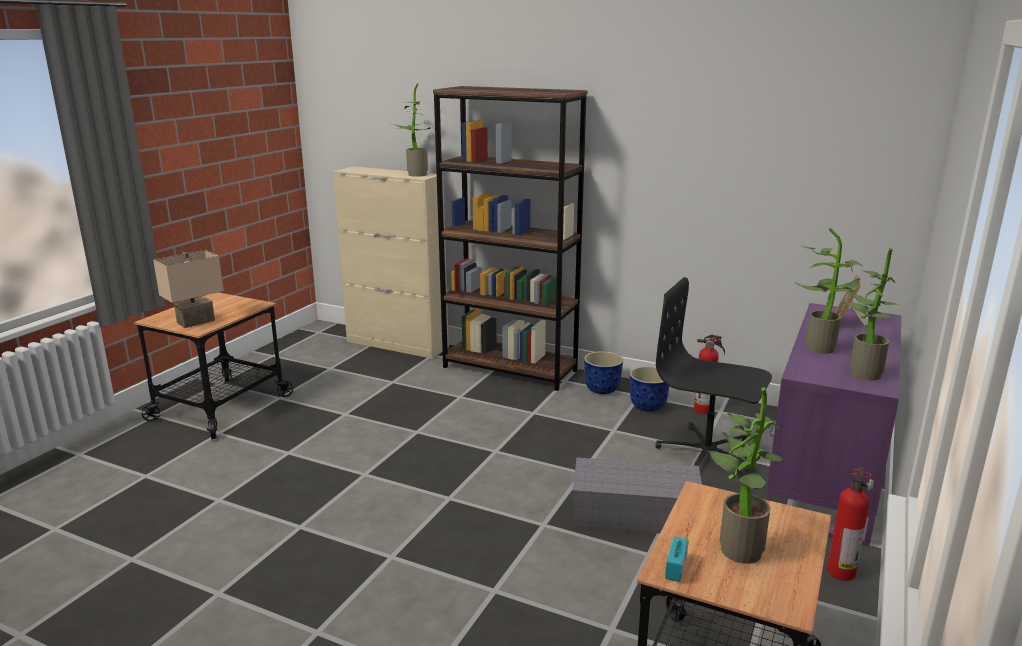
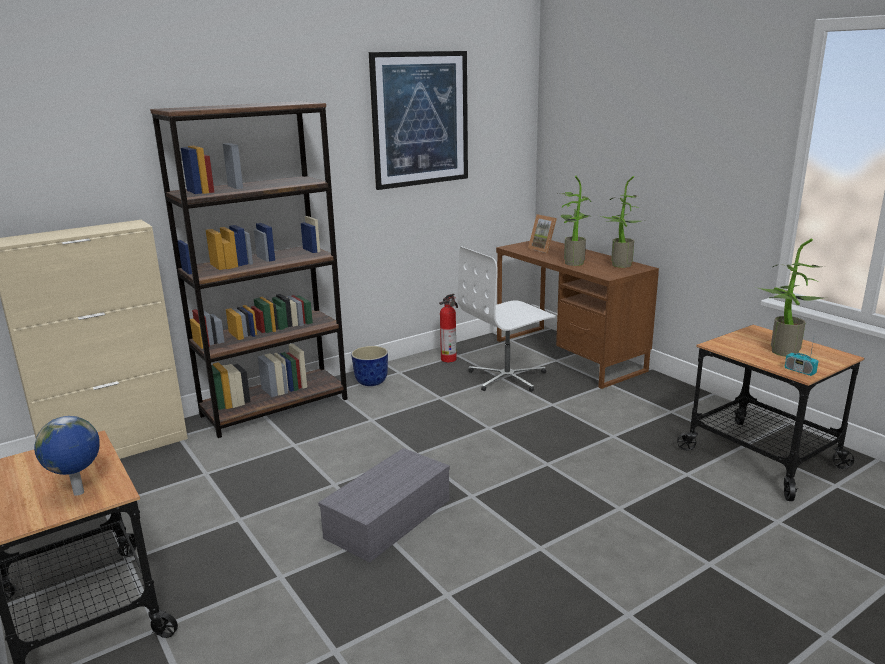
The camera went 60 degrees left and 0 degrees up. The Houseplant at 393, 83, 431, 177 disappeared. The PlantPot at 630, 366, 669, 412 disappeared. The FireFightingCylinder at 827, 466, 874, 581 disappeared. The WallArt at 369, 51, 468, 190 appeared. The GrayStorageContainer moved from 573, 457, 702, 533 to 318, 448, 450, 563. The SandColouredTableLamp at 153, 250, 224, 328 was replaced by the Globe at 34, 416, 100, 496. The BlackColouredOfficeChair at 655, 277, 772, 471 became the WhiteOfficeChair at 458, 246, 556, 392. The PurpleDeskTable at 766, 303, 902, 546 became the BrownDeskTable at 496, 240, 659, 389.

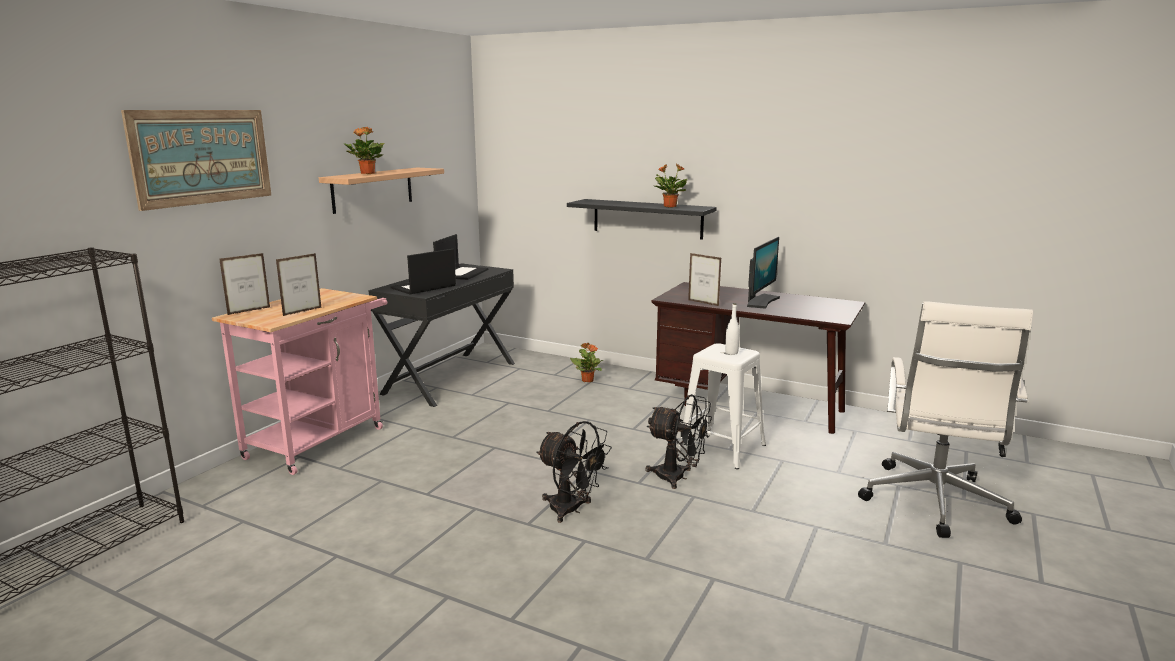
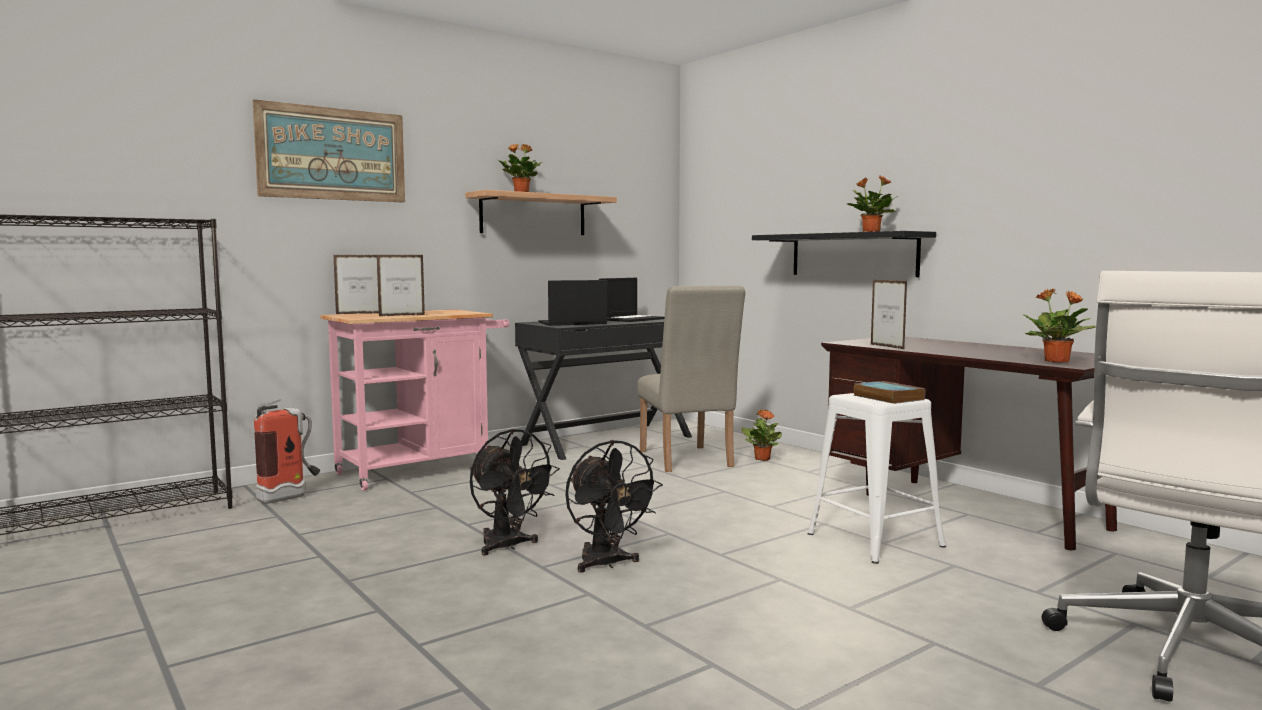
The camera went 25 degrees right and 10 degrees down. The Monitor at 747, 237, 780, 309 disappeared. The FireFightingCylinder at 254, 399, 320, 504 appeared. The SandColouredUprightChair at 637, 286, 745, 472 appeared. The Houseplant at 1023, 289, 1096, 363 appeared. The BlackColouredElectricFan moved from 645, 394, 712, 489 to 470, 429, 560, 555. The WhiteBeverageBottle at 725, 303, 740, 355 was replaced by the Book at 853, 381, 925, 404.

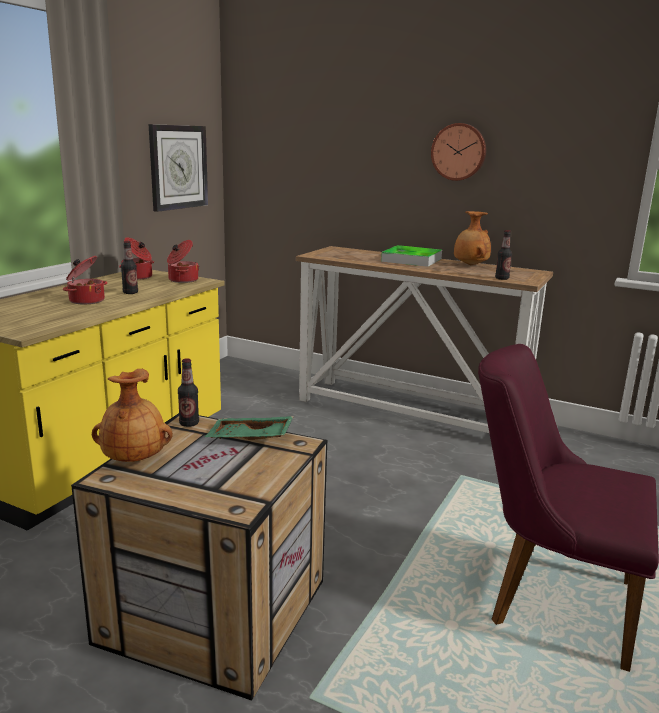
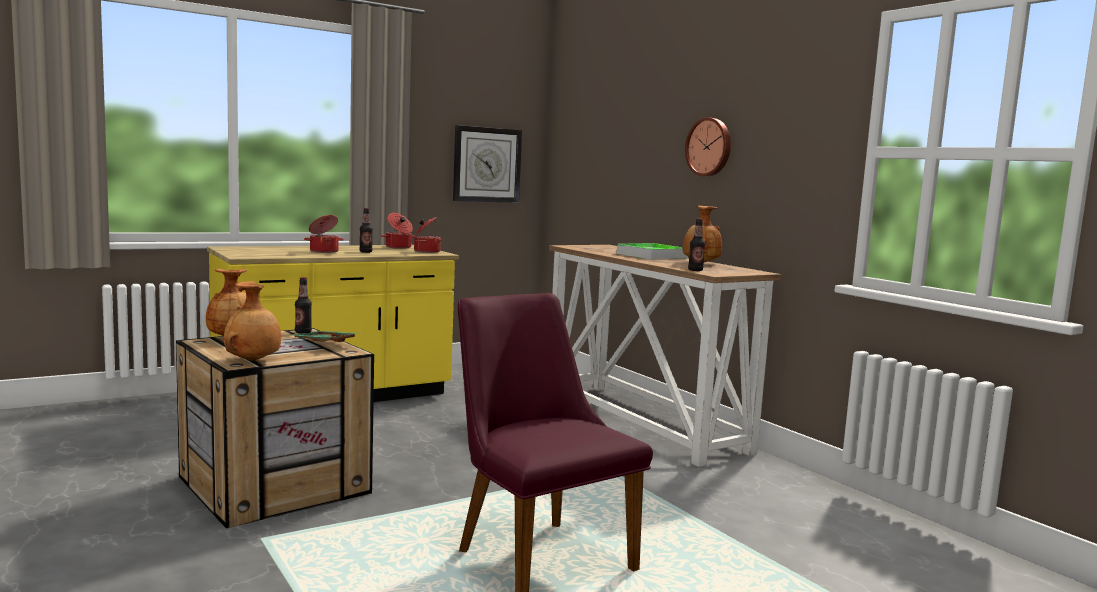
The camera went 30 degrees right and 10 degrees down. The BrownVase at 224, 281, 281, 361 appeared.

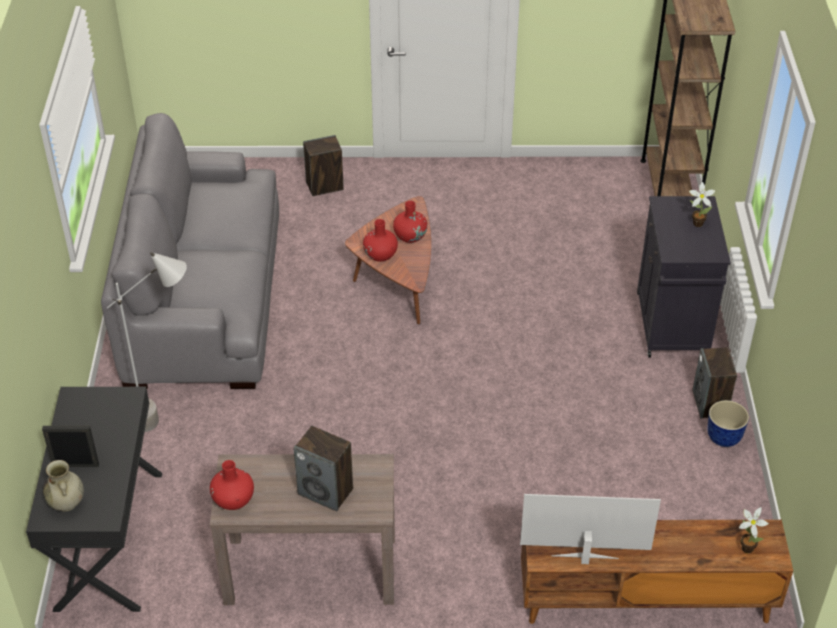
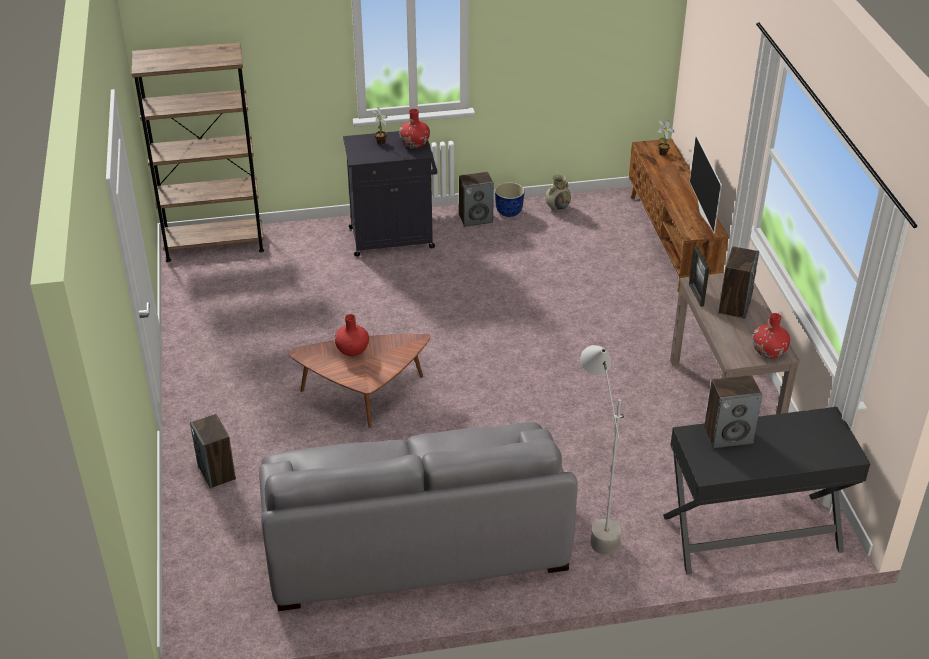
The camera went 100 degrees left and 5 degrees down. The Loudspeaker at 704, 375, 762, 448 appeared. The PhotoFrame moved from 42, 426, 99, 467 to 689, 246, 710, 307. The SandColouredVase moved from 43, 460, 84, 511 to 545, 175, 571, 212. The RedVase moved from 363, 219, 398, 262 to 399, 109, 430, 149.

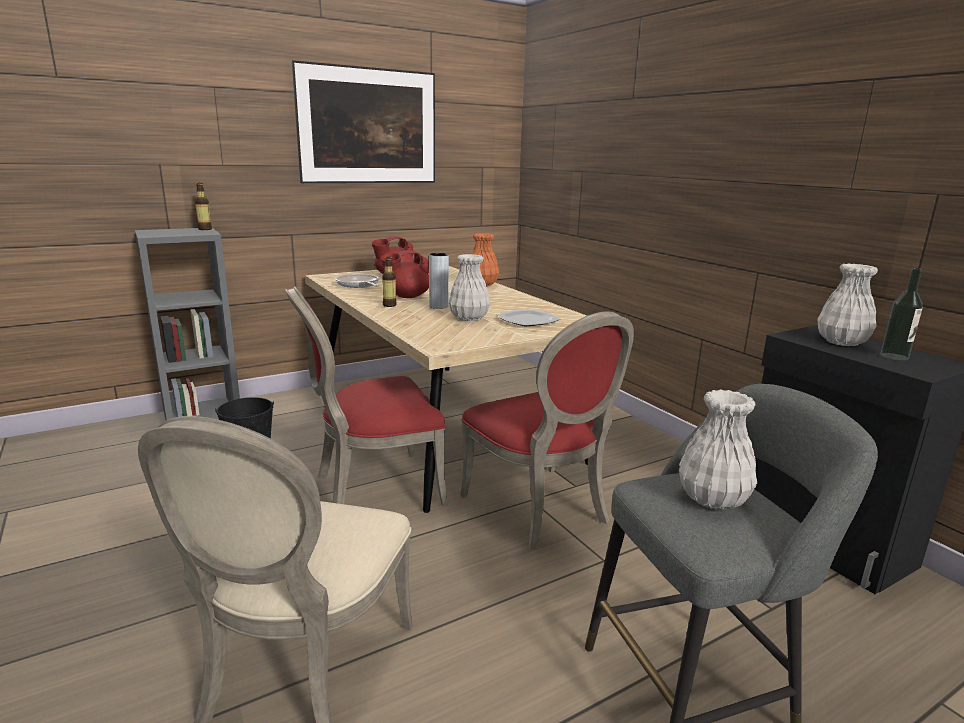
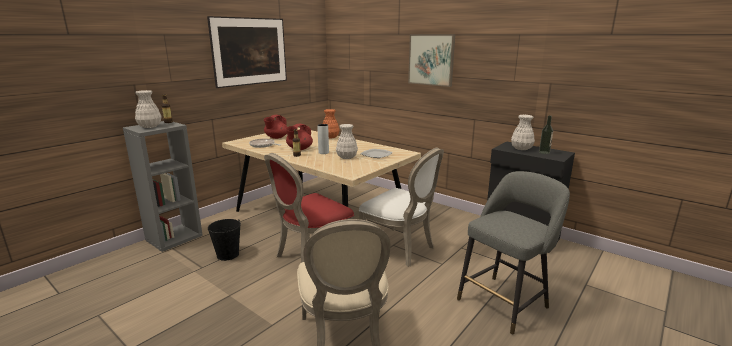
The camera went 20 degrees left and 0 degrees up. The WallArt at 408, 34, 455, 87 appeared. The WhiteVase moved from 679, 389, 757, 510 to 135, 90, 162, 128. The RedUprightChair at 460, 311, 634, 549 became the WhiteUprightChair at 359, 148, 444, 267.

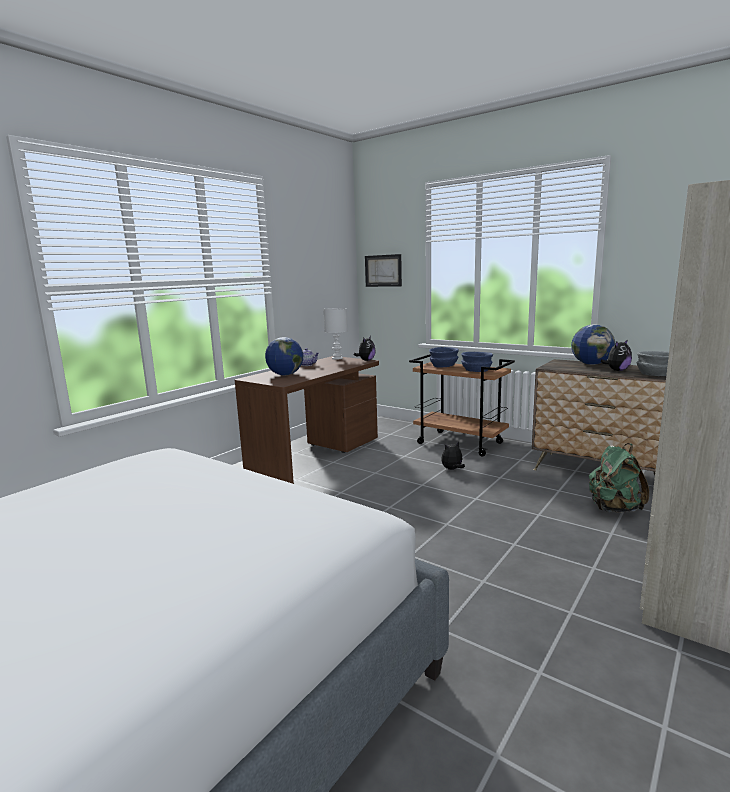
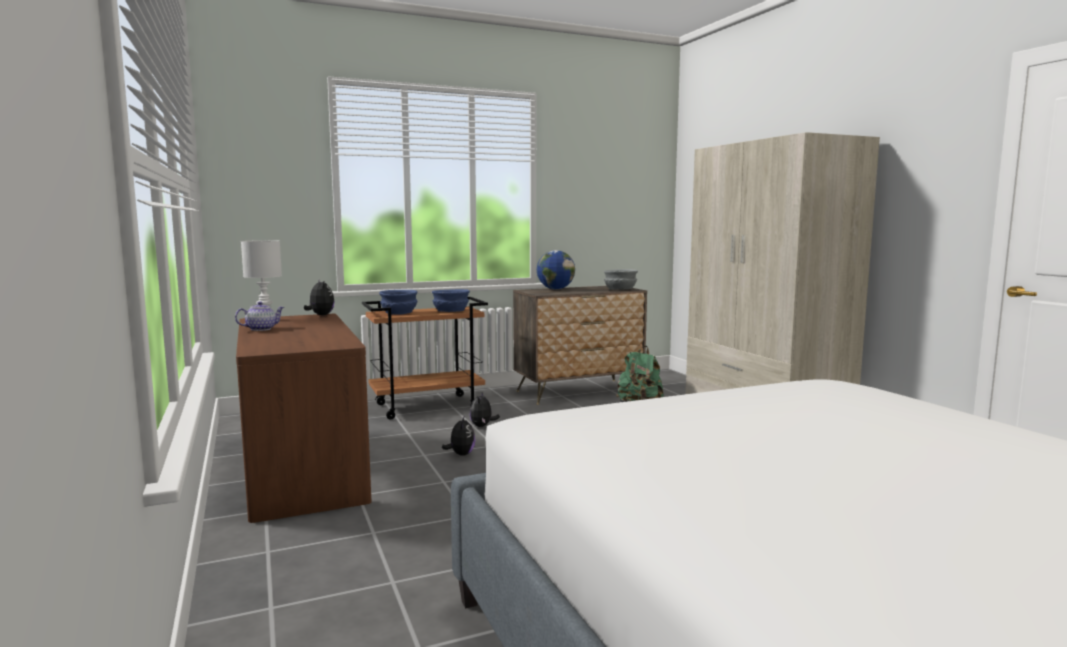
The camera went 60 degrees left and 5 degrees down. The Globe at 265, 337, 303, 376 disappeared. The WallArt at 365, 254, 402, 287 disappeared. The PlushToy moved from 600, 339, 632, 371 to 442, 417, 476, 456.

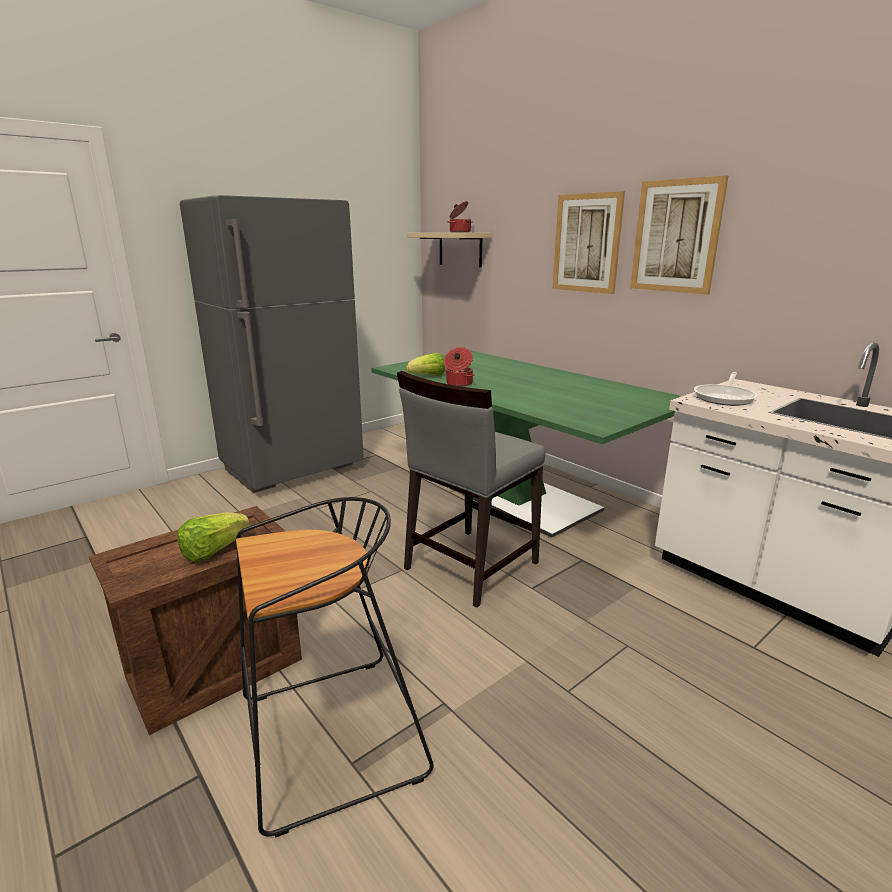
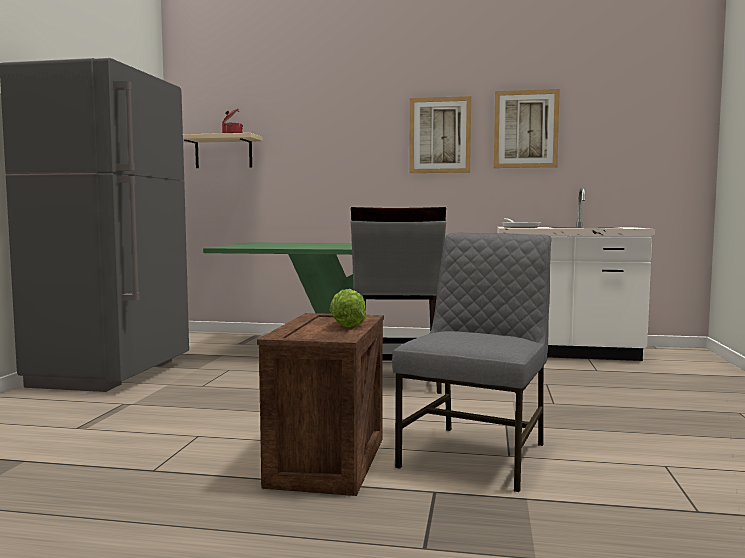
The camera went 40 degrees left and 15 degrees down. The Lettuce at 406, 353, 445, 376 disappeared. The CookingPot at 444, 347, 475, 387 disappeared. The WallArt moved from 552, 191, 625, 294 to 494, 89, 560, 168. The BlackColouredStool at 236, 497, 434, 838 was replaced by the GrayUprightChair at 392, 232, 551, 492.

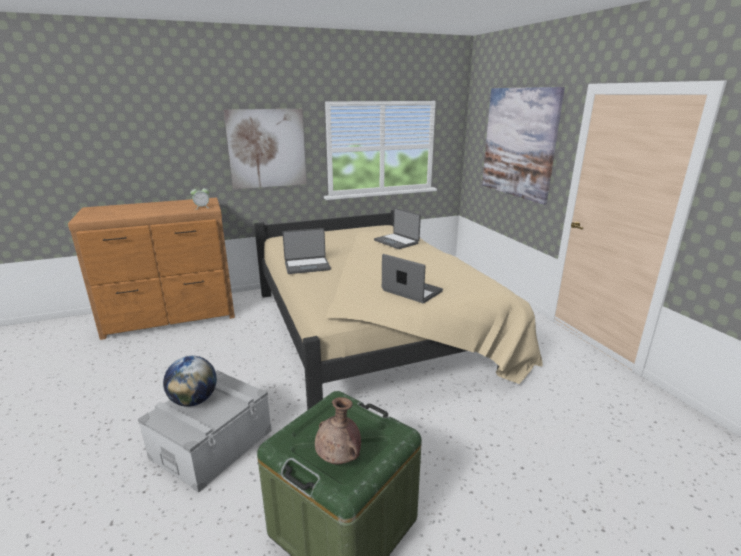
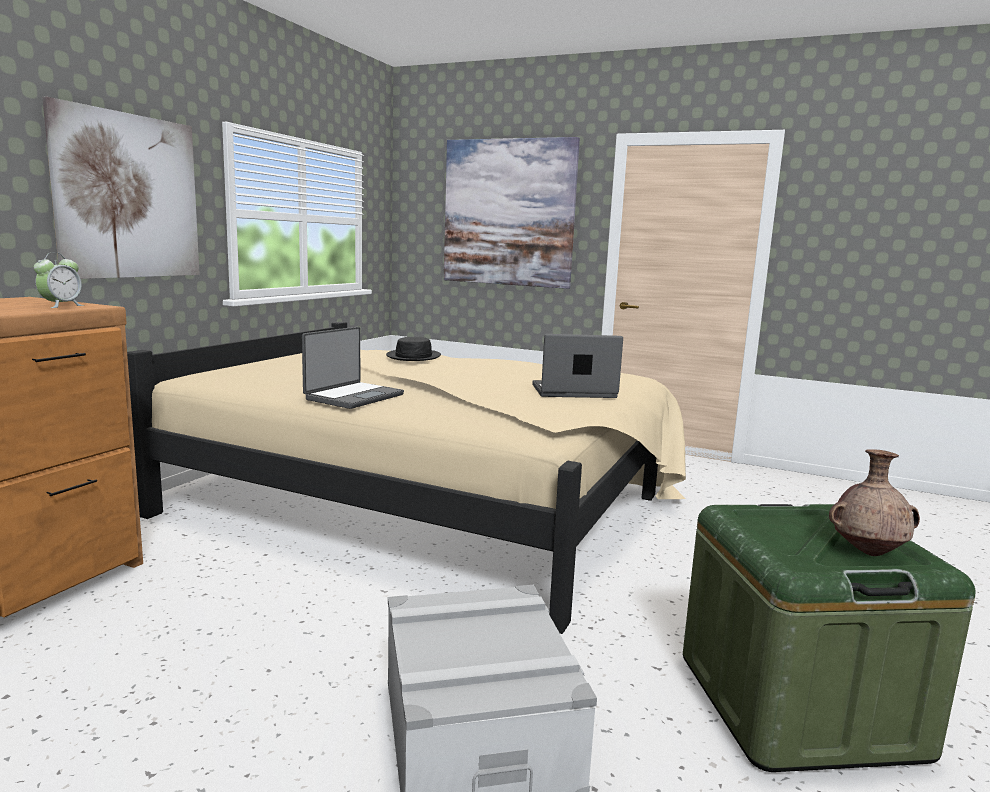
The camera went 45 degrees left and 10 degrees down. The Globe at 163, 356, 217, 407 disappeared. The NotebookComputer at 374, 208, 421, 249 was replaced by the BlackColouredWearableHat at 386, 337, 441, 361.

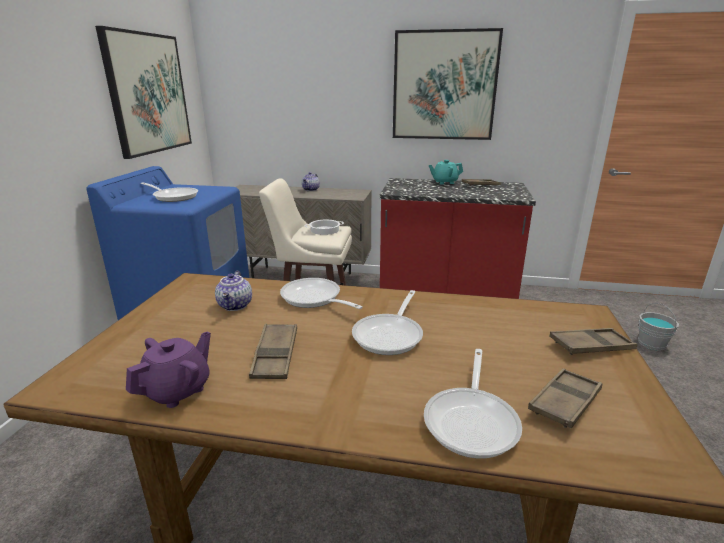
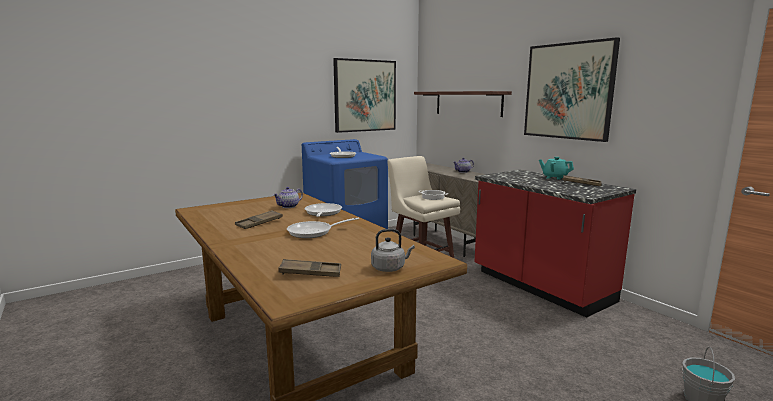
The camera went 45 degrees right and 10 degrees down. The PurplePotForTea at 126, 331, 211, 408 disappeared. The FryingPan at 424, 349, 522, 459 disappeared. The Shelf at 414, 91, 512, 117 appeared. The BrownCarryingTray at 550, 328, 637, 355 was replaced by the GrayWaterKettle at 371, 229, 415, 272.

